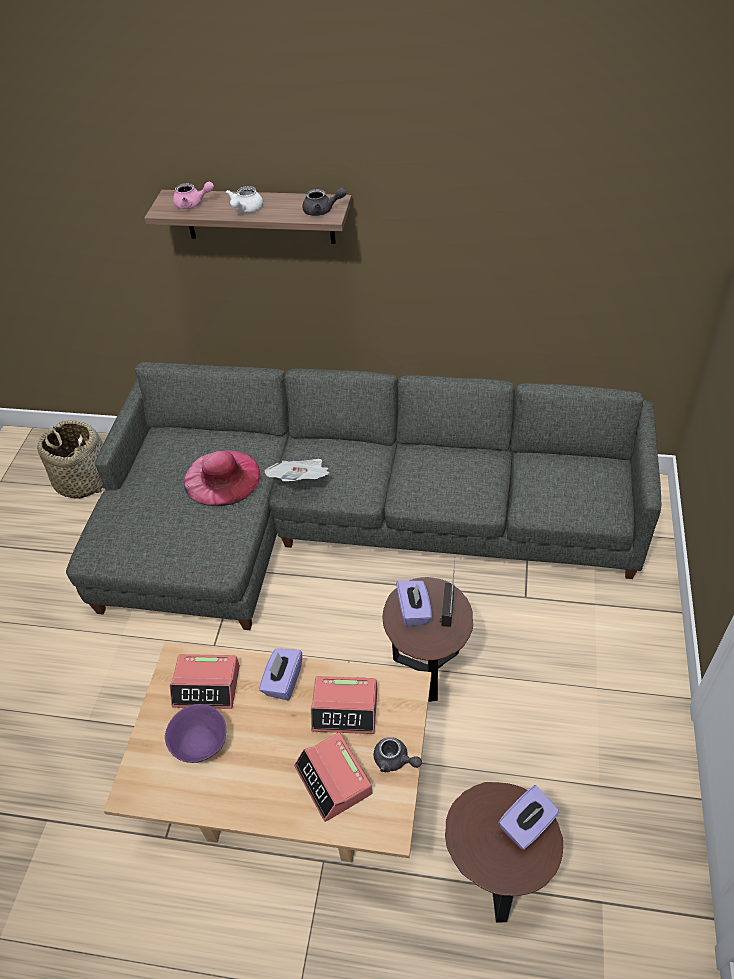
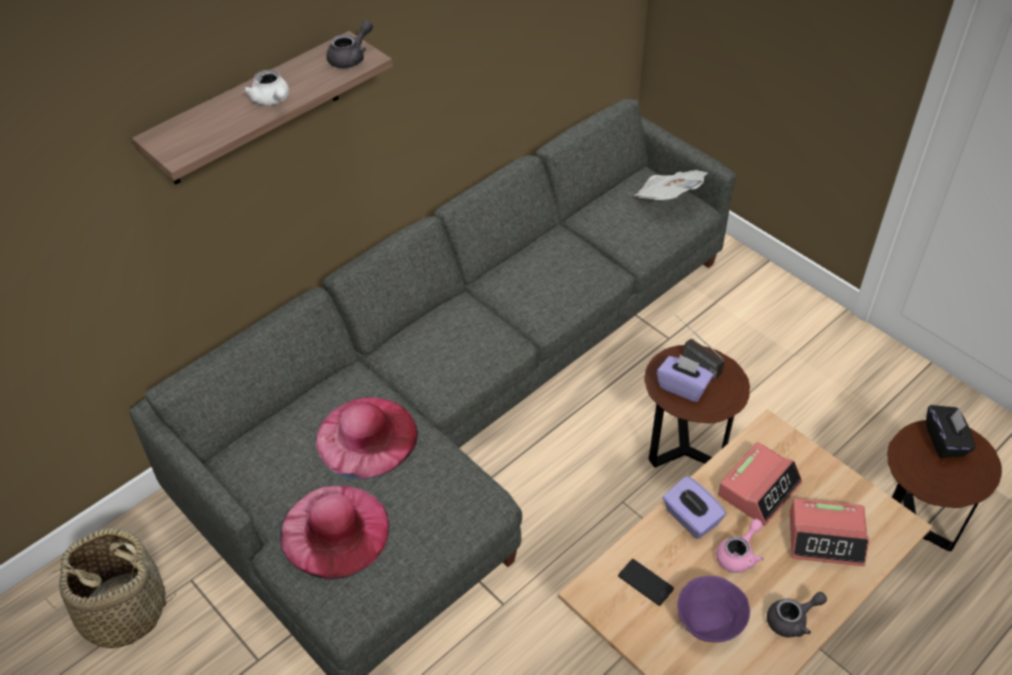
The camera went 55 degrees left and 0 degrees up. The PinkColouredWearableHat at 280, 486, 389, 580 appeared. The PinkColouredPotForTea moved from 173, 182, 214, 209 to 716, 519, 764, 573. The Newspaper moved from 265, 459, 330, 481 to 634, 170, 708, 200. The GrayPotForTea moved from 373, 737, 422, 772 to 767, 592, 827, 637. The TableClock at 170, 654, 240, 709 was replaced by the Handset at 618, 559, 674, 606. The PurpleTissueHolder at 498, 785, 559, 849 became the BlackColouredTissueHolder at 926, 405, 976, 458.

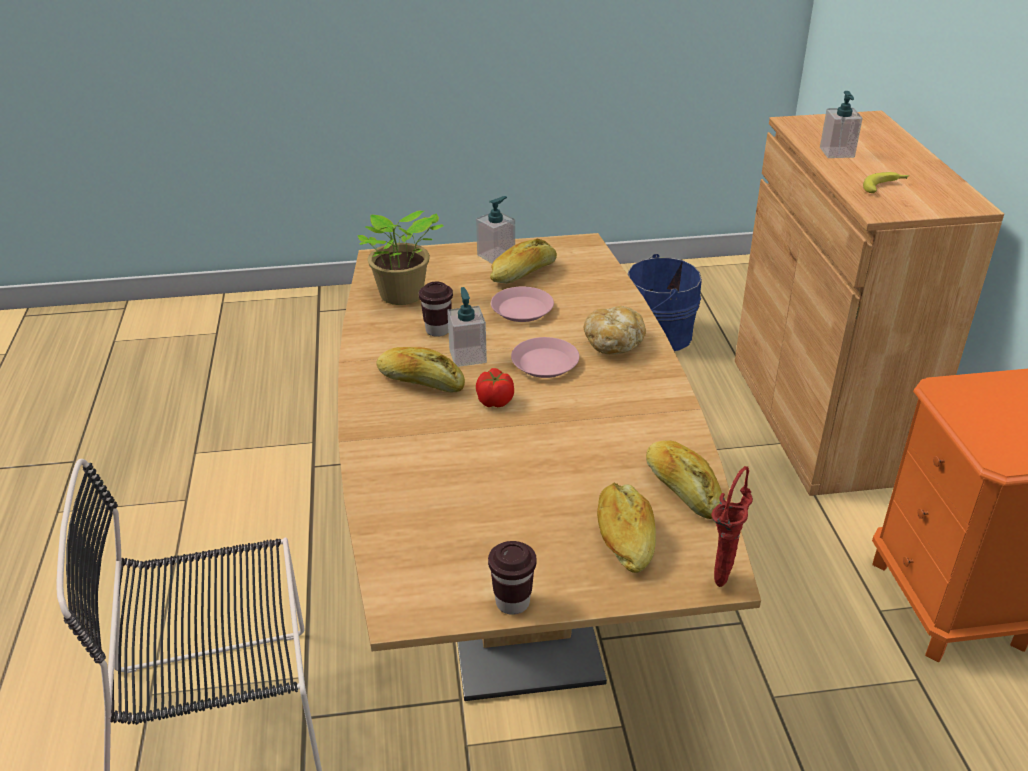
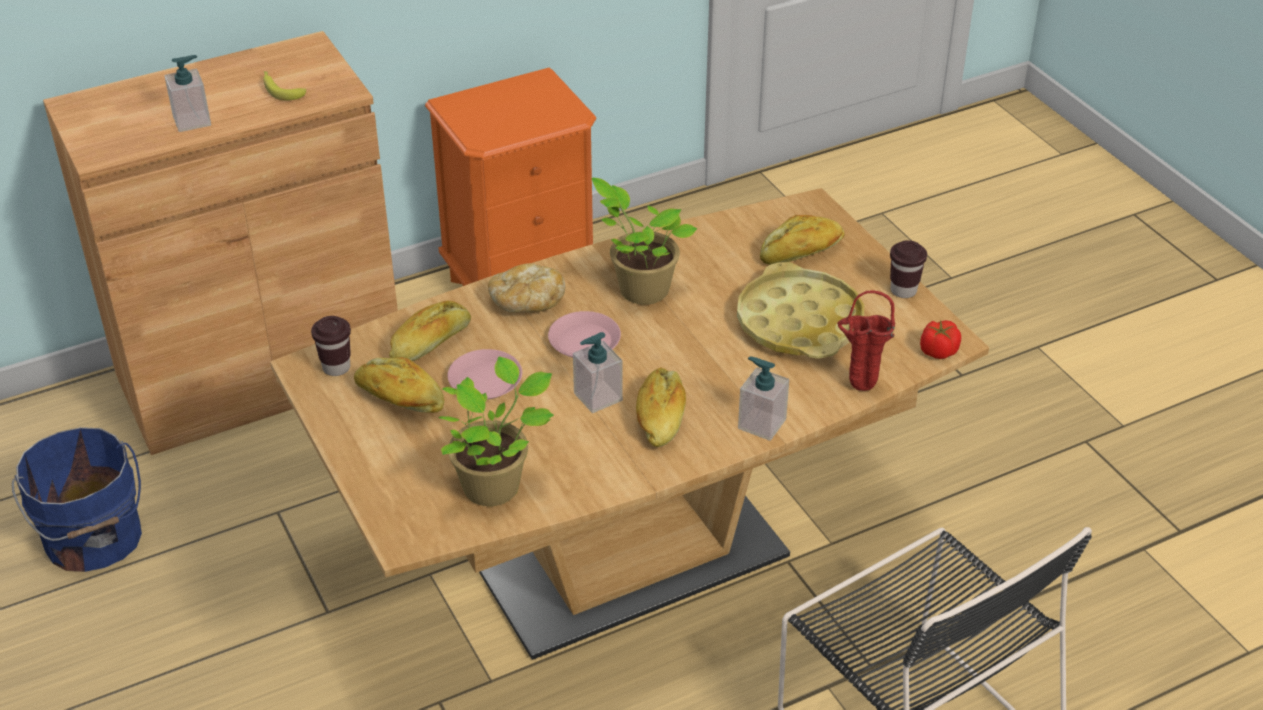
The camera went 110 degrees left and 5 degrees up. The Houseplant at 592, 178, 698, 305 appeared. The YellowCarryingTray at 737, 262, 864, 359 appeared. The BrownSmallCup moved from 419, 282, 453, 337 to 311, 316, 351, 376. The SoapDispenser moved from 476, 196, 515, 263 to 738, 356, 789, 441. The FreshTomato moved from 476, 368, 514, 407 to 920, 320, 961, 359. The BakeryBread moved from 646, 440, 722, 519 to 389, 301, 471, 361. The RedVase moved from 711, 466, 753, 587 to 837, 290, 895, 391.

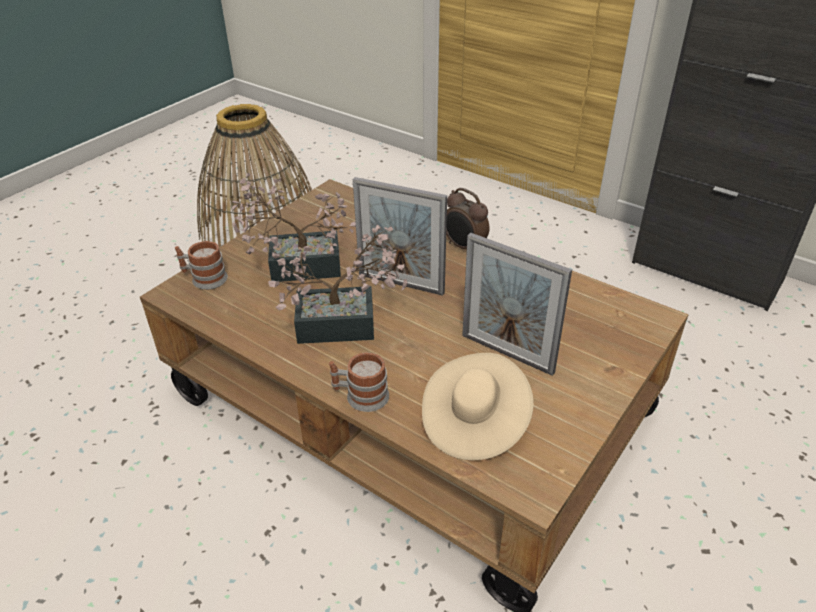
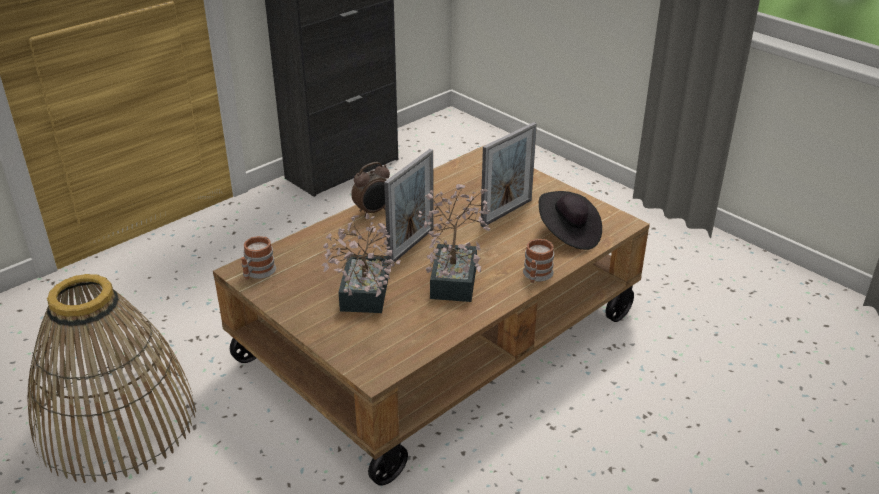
The camera went 80 degrees left and 5 degrees down. The TeaMug moved from 175, 241, 228, 290 to 241, 236, 276, 279. The SandColouredWearableHat at 422, 353, 534, 460 became the BlackColouredWearableHat at 539, 191, 602, 250.

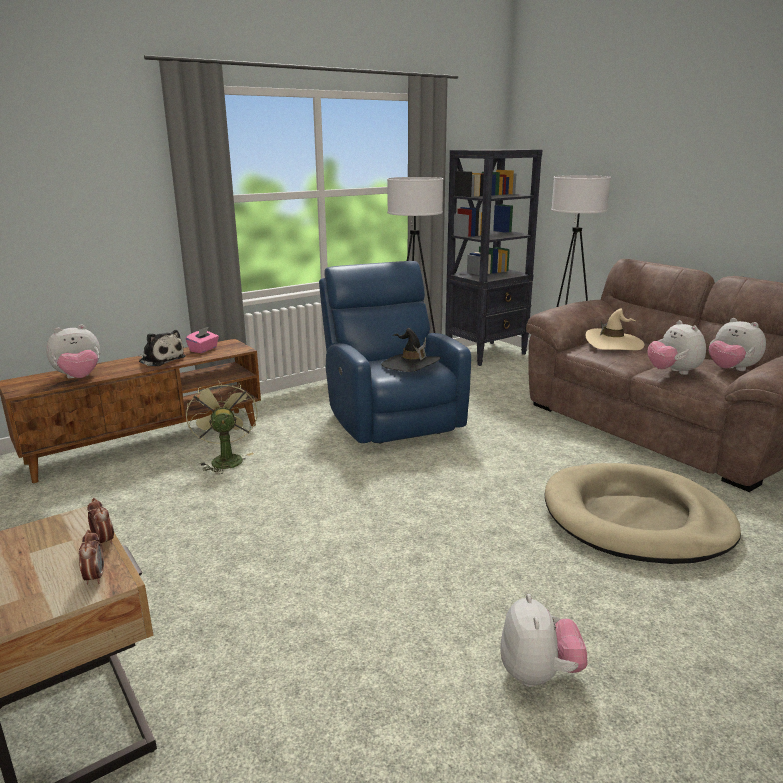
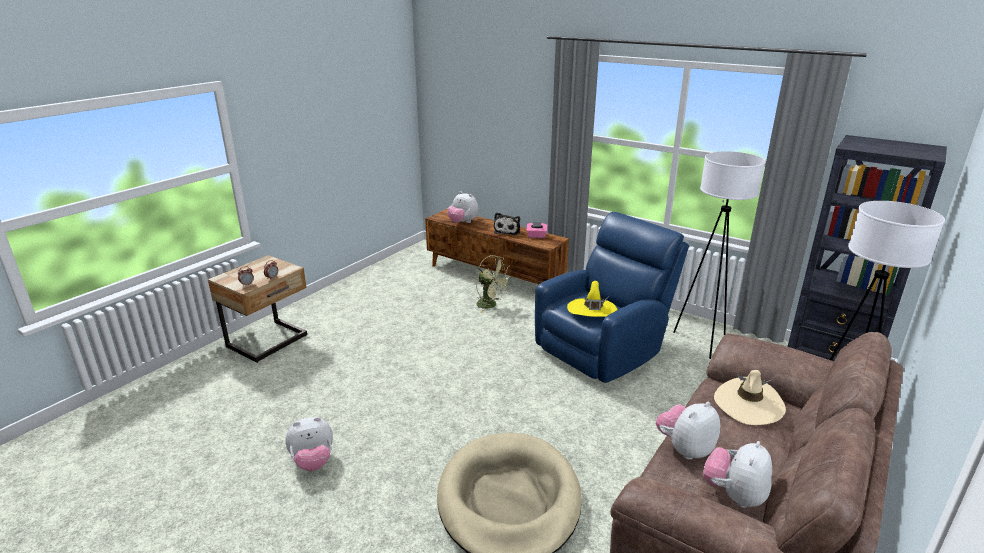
The camera went 70 degrees right and 5 degrees up. The BlackColouredWearableHat at 381, 328, 441, 372 became the YellowWearableHat at 567, 281, 618, 317. The GreenElectricFan at 186, 380, 258, 474 turned 75 degrees clockwise.

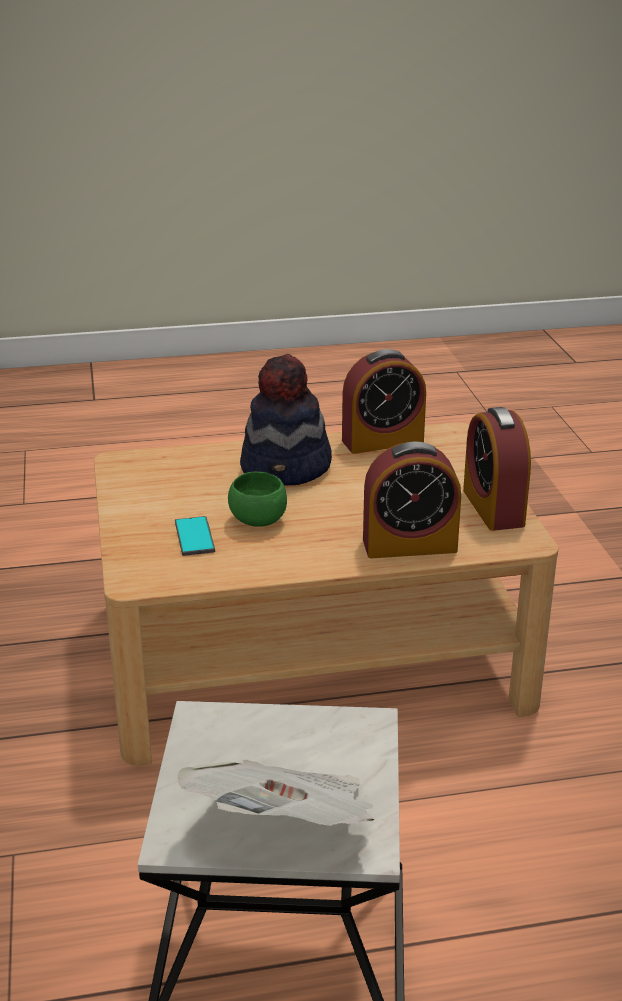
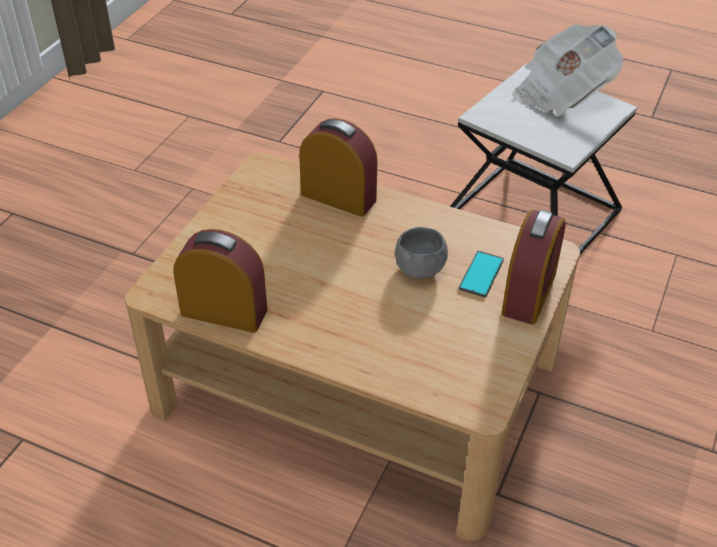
The camera went 145 degrees left and 15 degrees up. The WearableHat at 240, 354, 332, 486 disappeared. The TableClock moved from 463, 407, 531, 531 to 502, 210, 566, 325. The GreenDeepDish at 228, 471, 287, 527 became the GrayDeepDish at 395, 227, 448, 279.

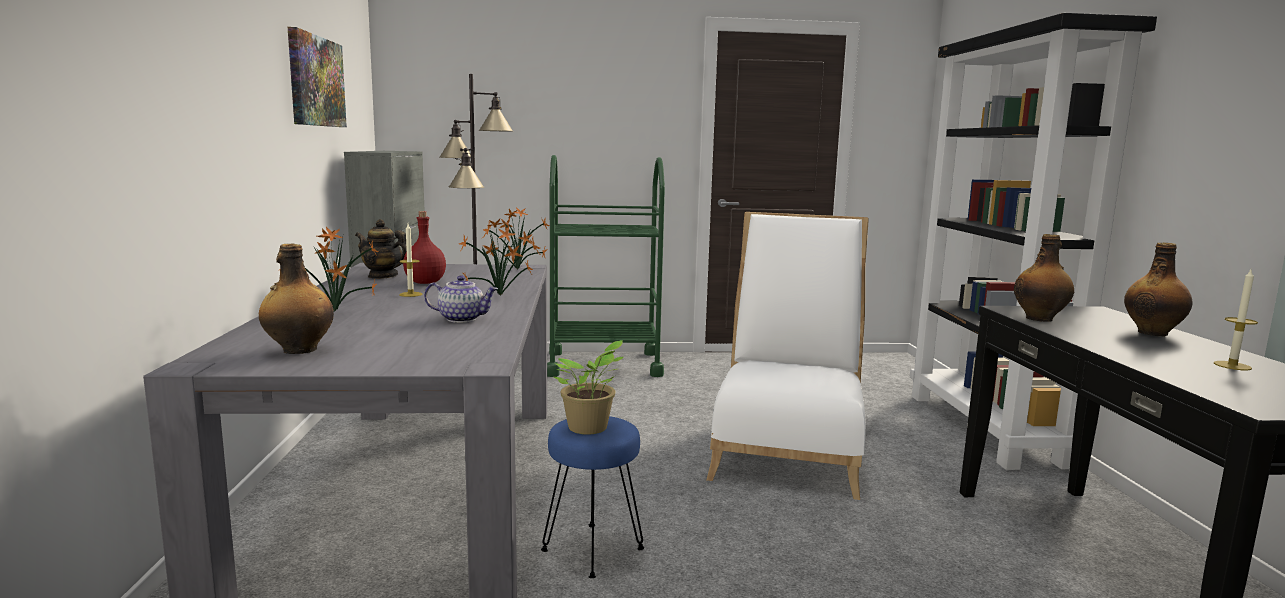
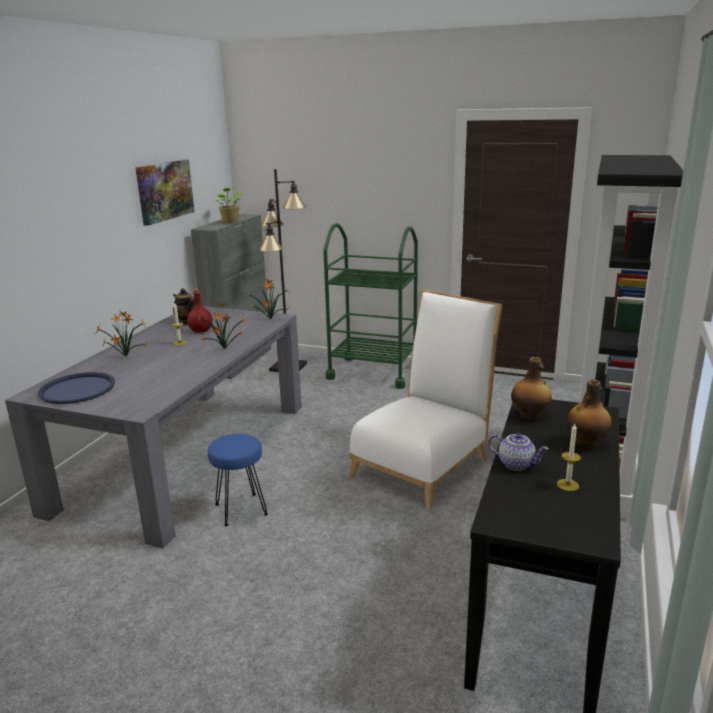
The camera went 25 degrees right and 10 degrees up. The PotForTea moved from 424, 275, 498, 323 to 488, 433, 549, 471. The Houseplant moved from 553, 340, 623, 435 to 215, 186, 244, 223. The BeverageBottle at 259, 244, 334, 354 was replaced by the BlueCarryingTray at 38, 372, 115, 404.

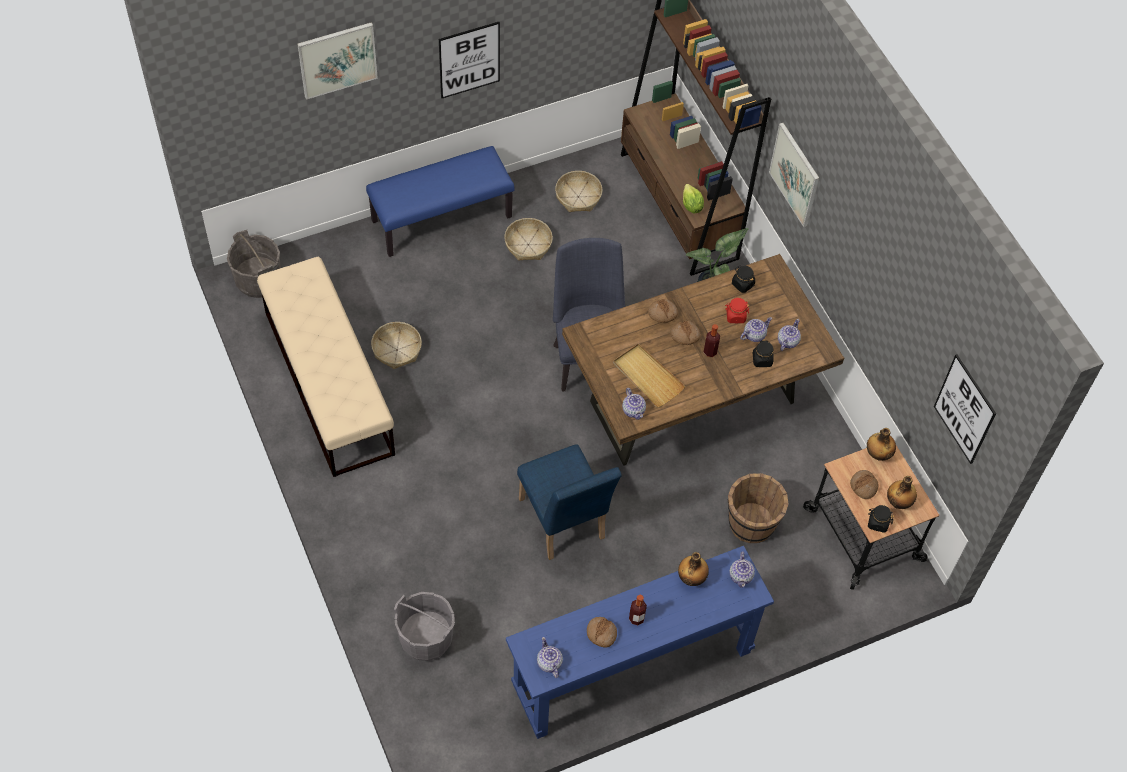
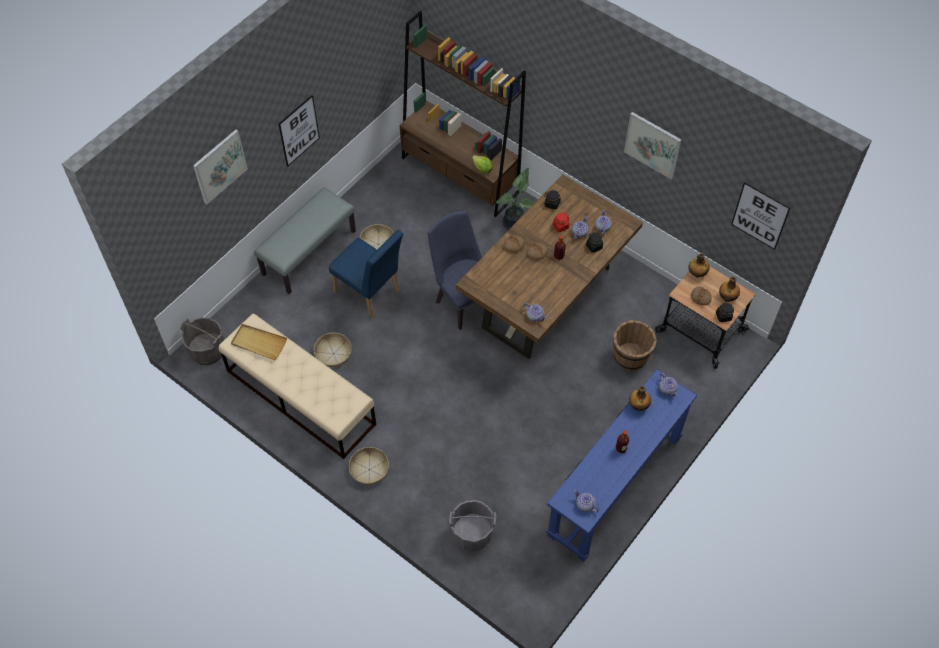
The camera went 25 degrees left and 0 degrees up. The BakeryBread at 587, 617, 617, 647 disappeared. The BlueUprightChair moved from 517, 445, 622, 560 to 329, 230, 403, 318. The HouseholdBasket moved from 555, 171, 602, 212 to 349, 447, 389, 487. The SandColouredCarryingTray moved from 613, 344, 685, 408 to 231, 324, 287, 360. The WallArt moved from 769, 123, 819, 227 to 624, 112, 681, 179. The BlueBench at 366, 146, 515, 257 became the GrayBench at 254, 187, 356, 294.

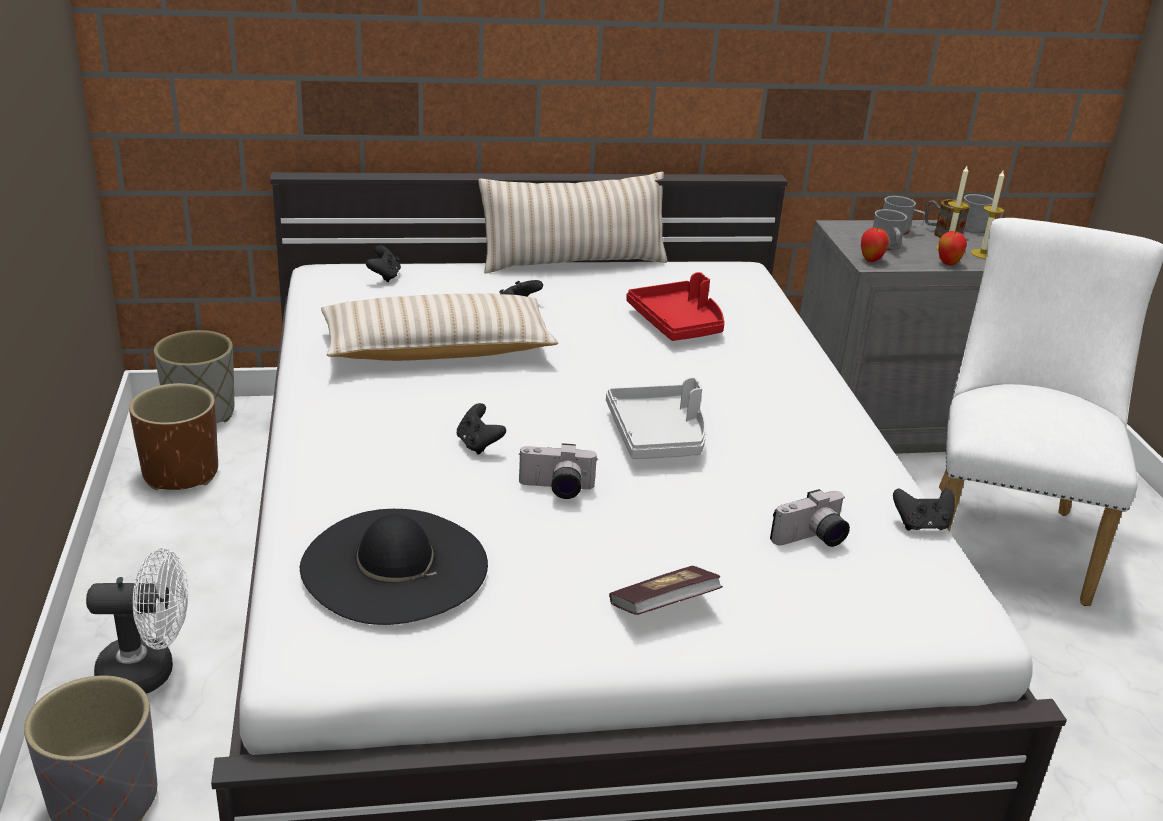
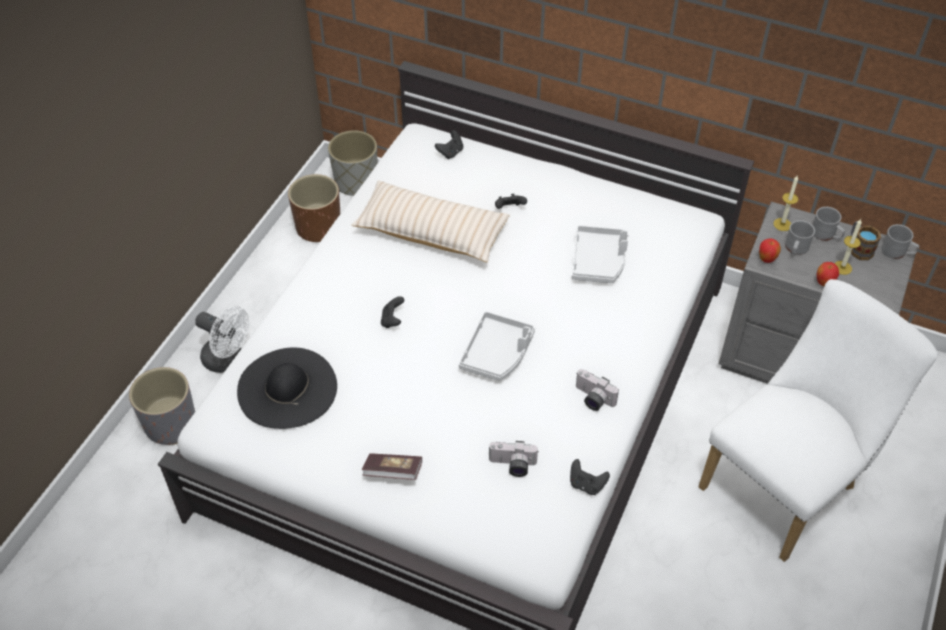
The camera went 35 degrees right and 20 degrees up. The SandColouredPillow at 478, 172, 667, 274 disappeared. The PhotoCamera moved from 519, 443, 598, 499 to 576, 369, 619, 411. The Candle moved from 971, 171, 1005, 259 to 773, 176, 798, 231. The RedCarryingTray at 626, 272, 725, 341 became the GrayCarryingTray at 572, 225, 629, 283.

